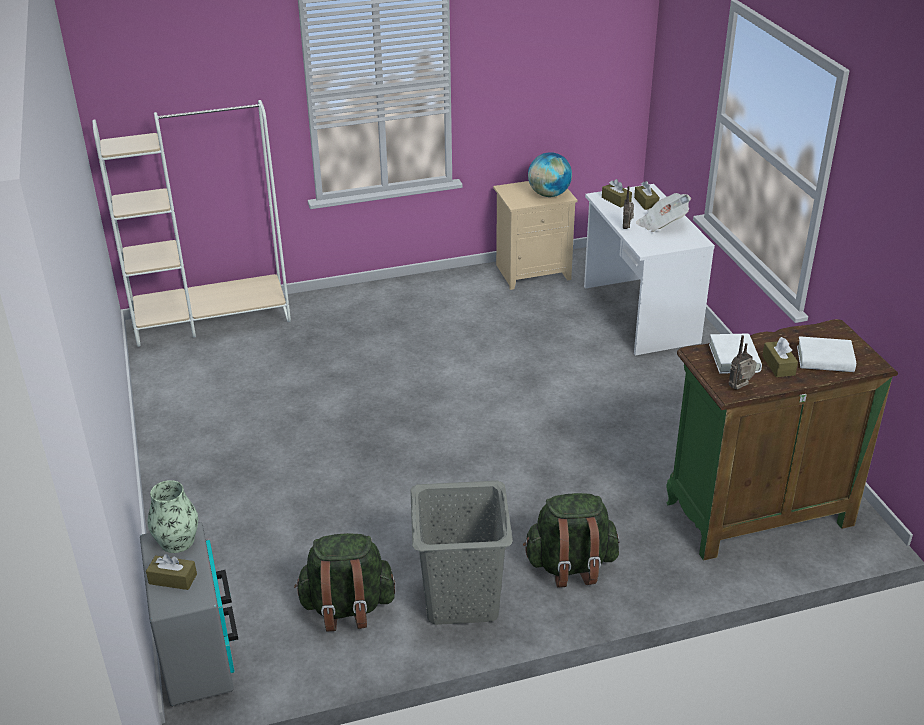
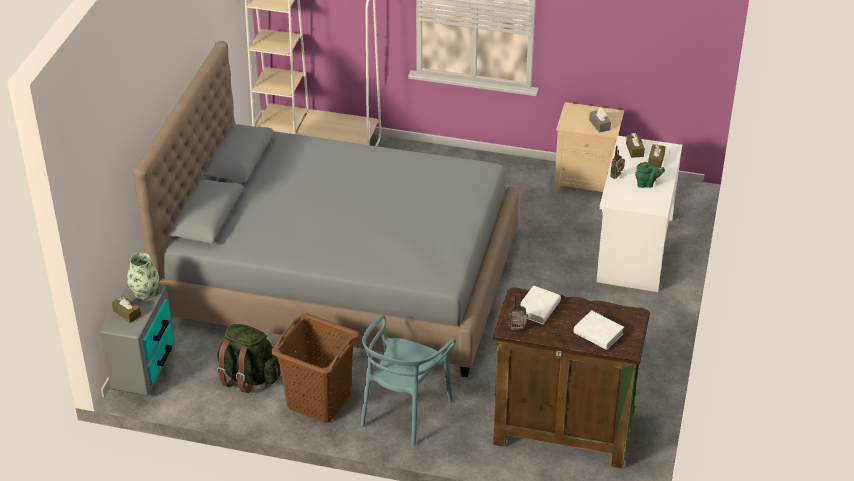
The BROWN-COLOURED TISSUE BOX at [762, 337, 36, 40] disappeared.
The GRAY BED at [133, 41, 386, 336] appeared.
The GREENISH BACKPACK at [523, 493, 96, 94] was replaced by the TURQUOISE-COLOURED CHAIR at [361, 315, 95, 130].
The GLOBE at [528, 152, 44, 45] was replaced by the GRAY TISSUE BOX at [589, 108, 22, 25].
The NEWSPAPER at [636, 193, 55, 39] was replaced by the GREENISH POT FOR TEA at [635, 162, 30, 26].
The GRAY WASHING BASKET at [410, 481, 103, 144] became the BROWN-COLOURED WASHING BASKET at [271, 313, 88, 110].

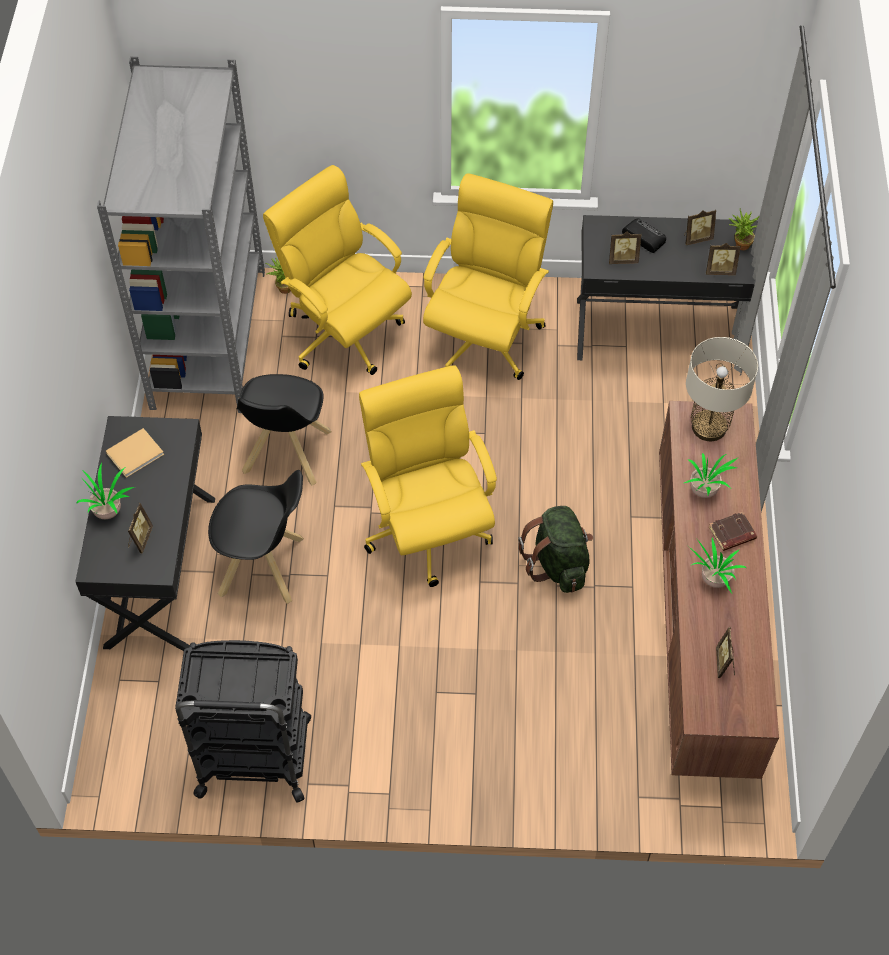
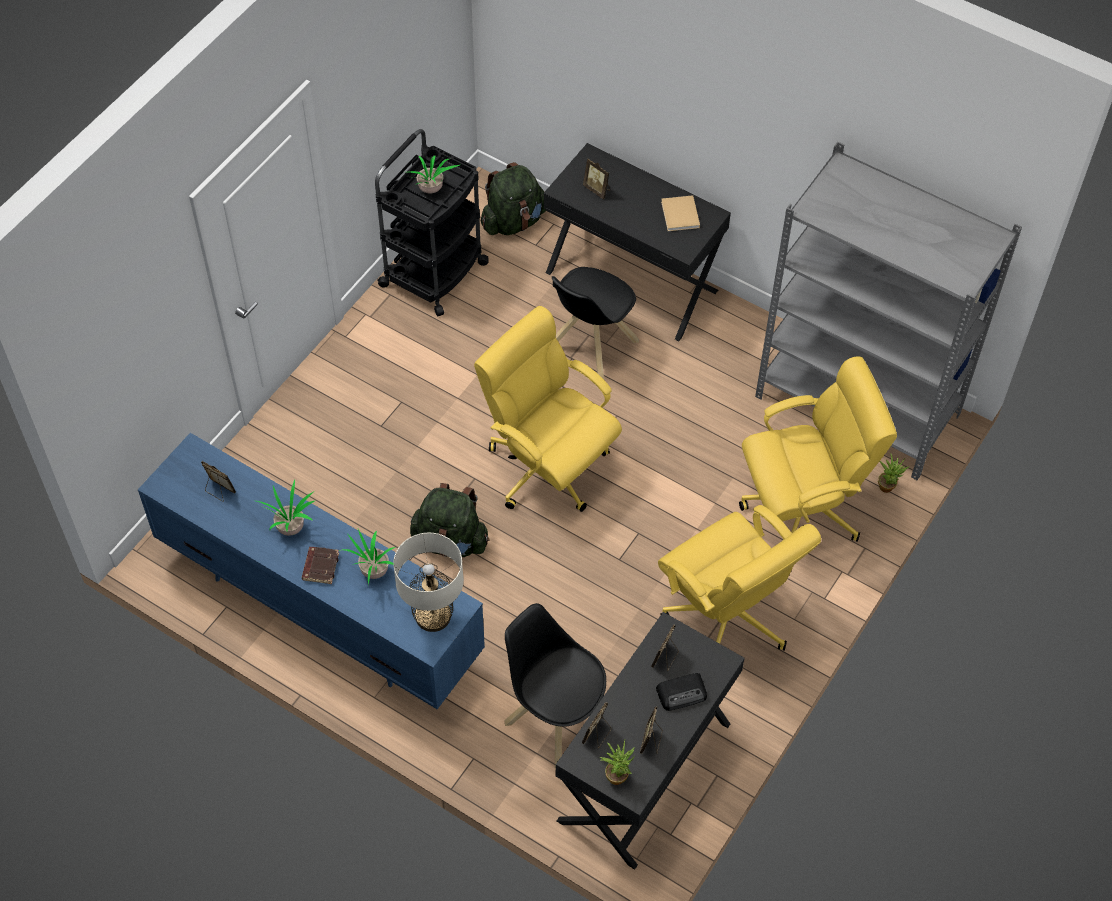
The GREENISH BACKPACK at [481, 162, 65, 73] appeared.
The PLANT IN A POT moved from [77, 462, 58, 57] to [408, 156, 51, 38].
The BLACKISH CHAIR moved from [237, 374, 95, 111] to [505, 603, 101, 165].
The BROWN-COLOURED CUPBOARD at [659, 401, 120, 378] became the BLUISH CUPBOARD at [138, 433, 347, 276].
The YELLOW-COLOURED DESK CHAIR at [359, 365, 138, 222] turned 150 degrees counterclockwise.

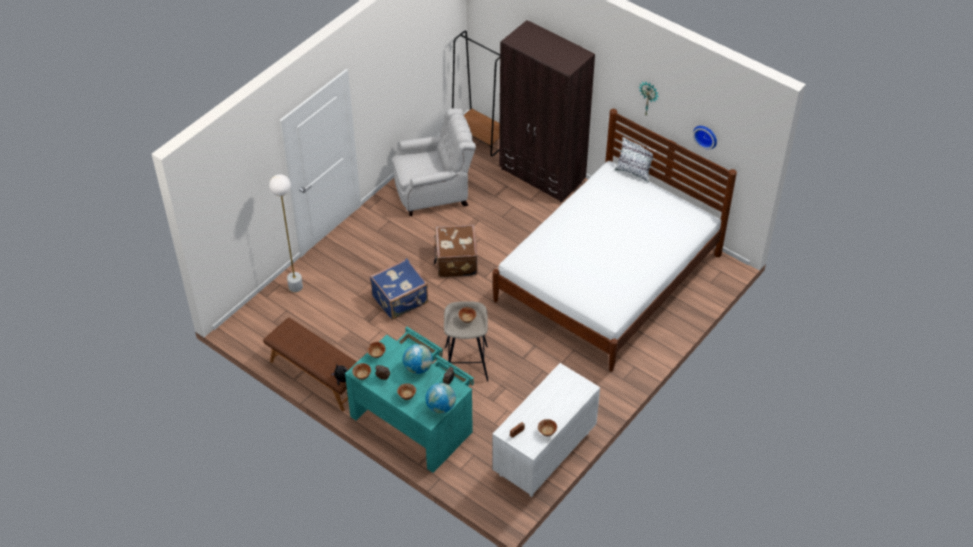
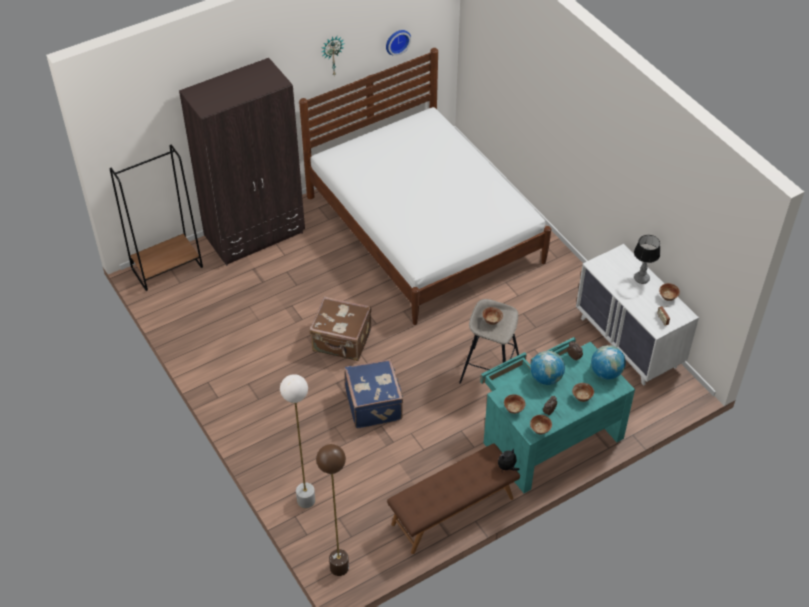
The WHITE ARMCHAIR at [393, 108, 83, 108] disappeared.
The WHITE PILLOW at [615, 137, 42, 45] disappeared.
The BROWN-COLOURED STANDARD LAMP at [316, 444, 33, 132] appeared.
The LAMP FOR A TABLE at [634, 235, 26, 49] appeared.

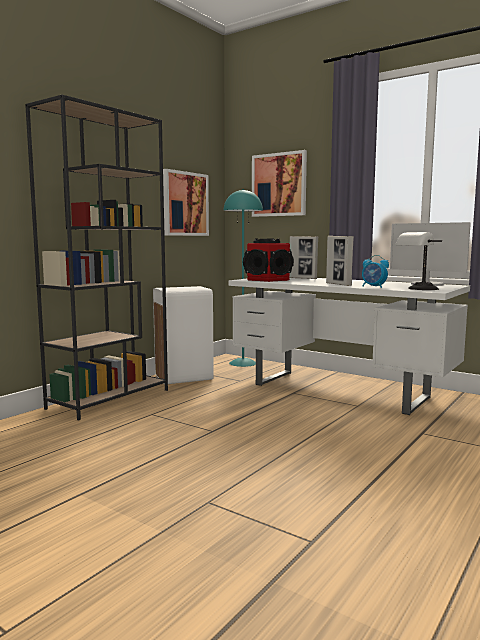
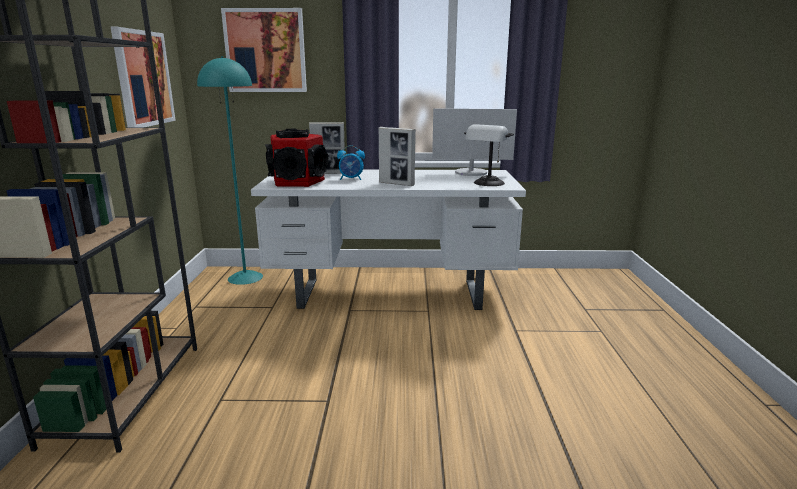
The WHITE WASTE BIN at [153, 286, 61, 98] disappeared.
The ALARM CLOCK moved from [362, 255, 27, 33] to [337, 145, 28, 35].

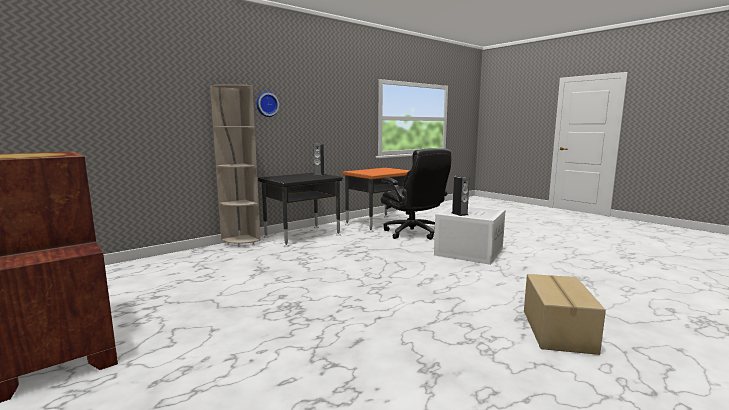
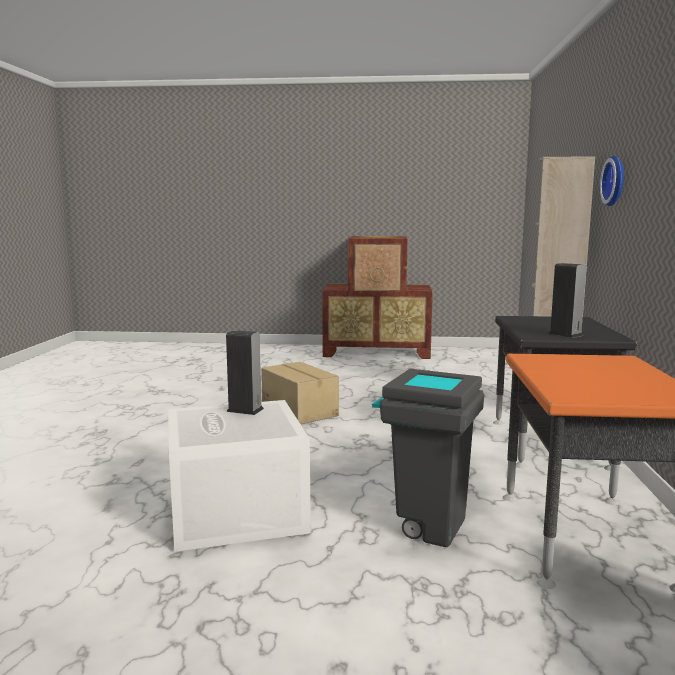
The CARDBOARD BOX moved from [524, 274, 82, 81] to [261, 362, 78, 62].
The BLACKISH DESK CHAIR at [381, 148, 70, 92] was replaced by the GRAY WASTE BIN at [372, 369, 112, 178].

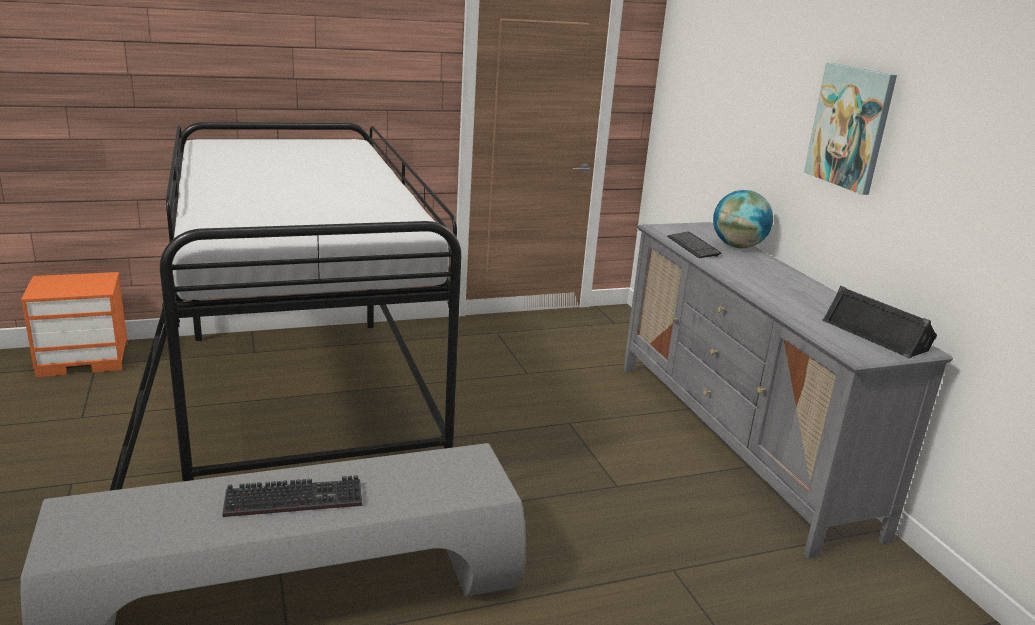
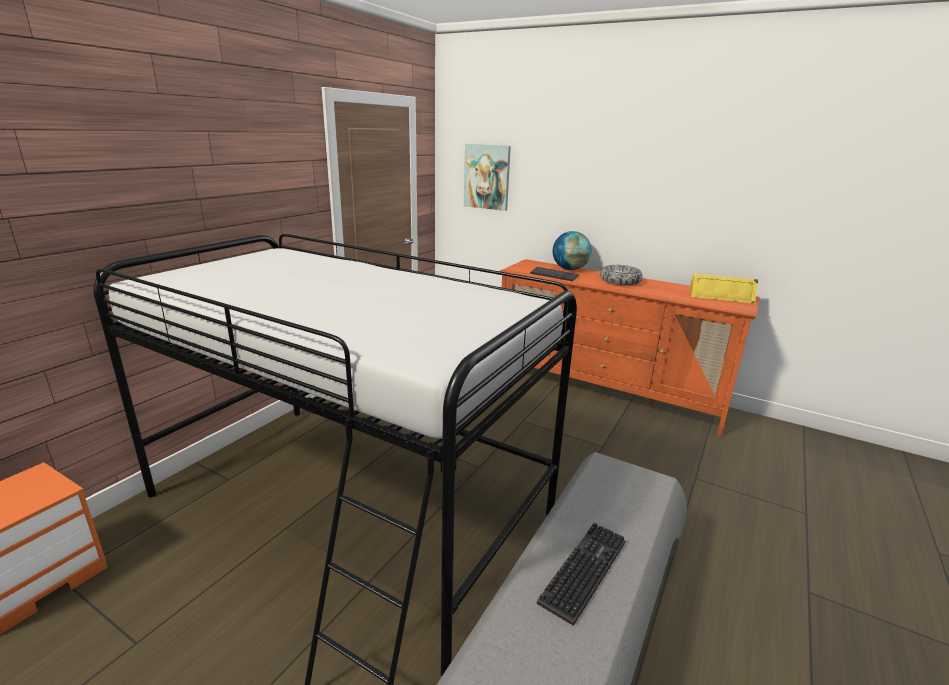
The DEEP DISH at [600, 265, 43, 21] appeared.
The WALL PICTURE moved from [804, 63, 93, 132] to [464, 144, 47, 67].
The GRAY CHEST OF DRAWERS at [624, 222, 329, 336] became the ORANGEY CHEST OF DRAWERS at [500, 259, 260, 178].
The BLACKISH LOUDSPEAKER at [822, 286, 115, 72] became the YELLOW-COLOURED LOUDSPEAKER at [690, 274, 68, 30].

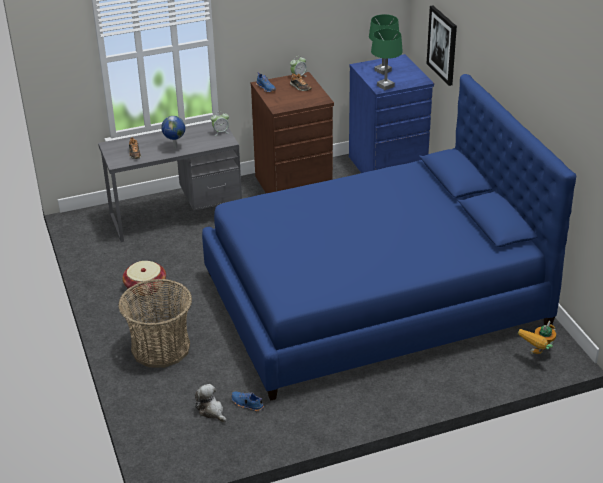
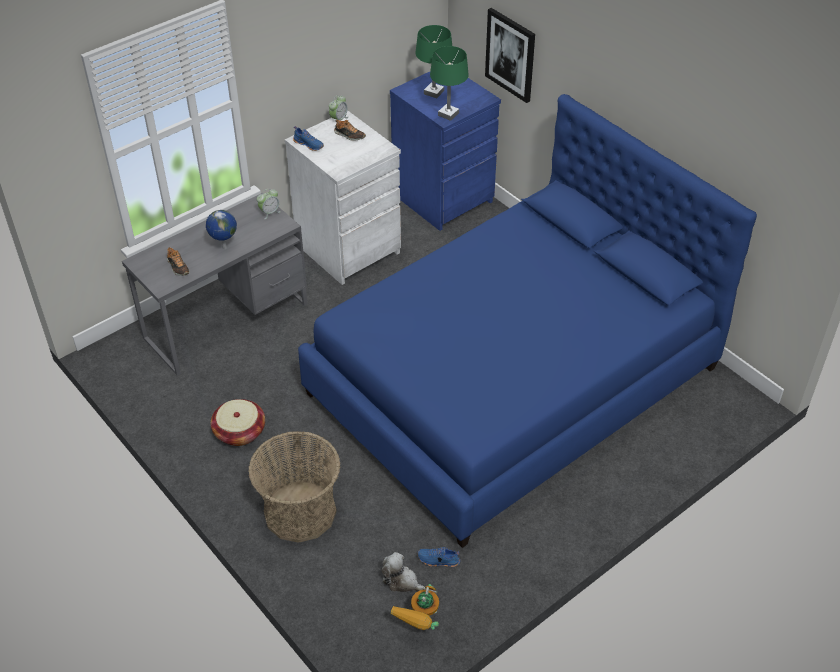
The ROBOT FIGURE moved from [518, 321, 38, 33] to [391, 584, 48, 46].
The BROWN-COLOURED CHEST OF DRAWERS at [251, 72, 83, 121] became the WHITE CHEST OF DRAWERS at [285, 110, 116, 175].

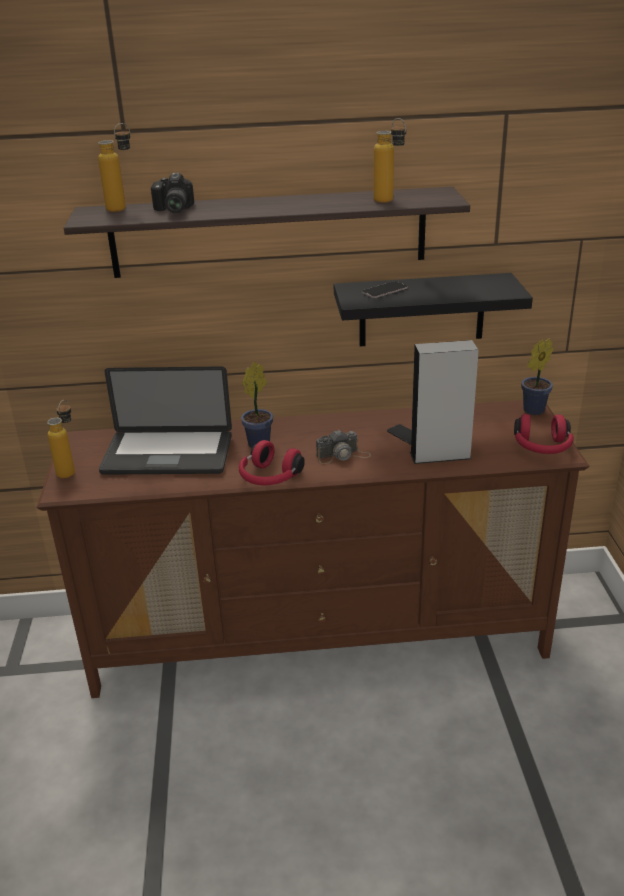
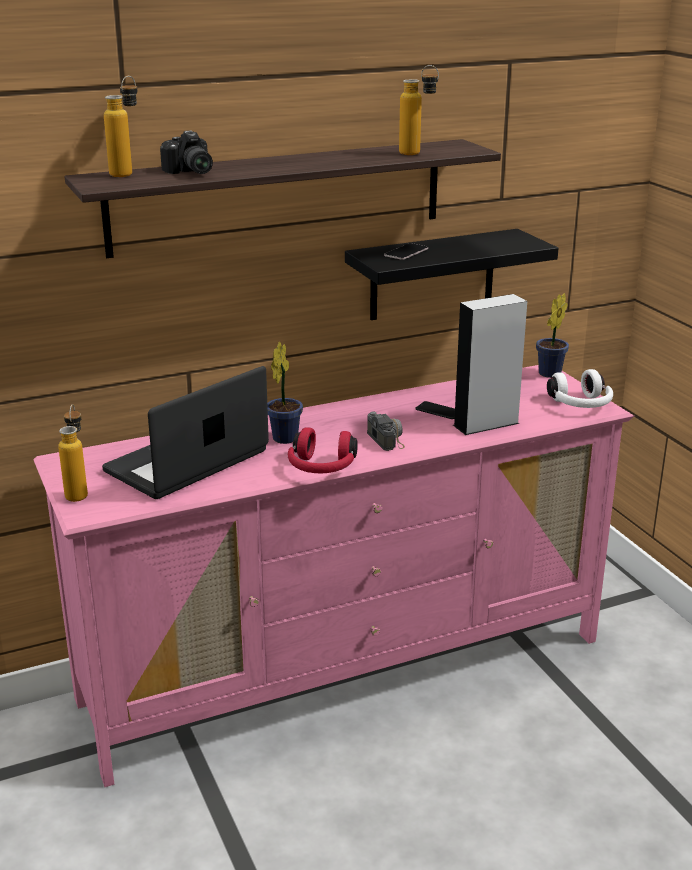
The BROWN-COLOURED CHEST OF DRAWERS at [36, 400, 554, 298] became the PINKISH CHEST OF DRAWERS at [33, 365, 601, 422].
The RED-COLOURED HEADSET at [514, 414, 60, 40] became the WHITE HEADSET at [547, 369, 66, 39].
The LAPTOP at [99, 366, 133, 109] turned 150 degrees clockwise.
The PHOTO CAMERA at [316, 430, 55, 34] turned 75 degrees counterclockwise.

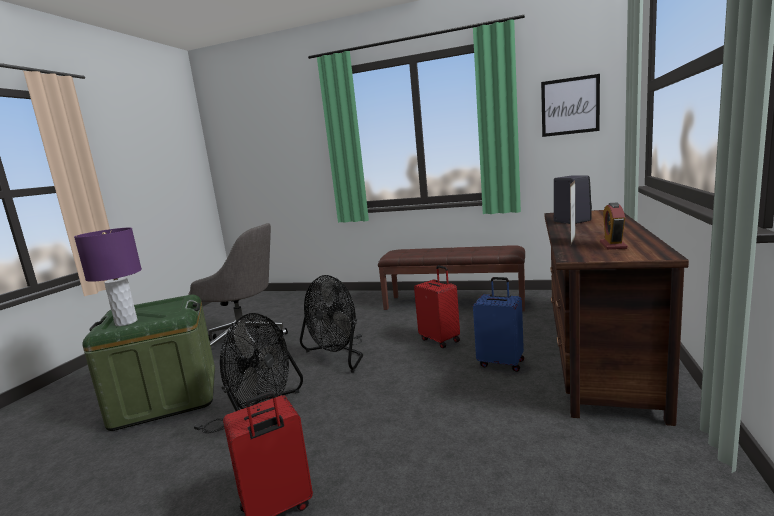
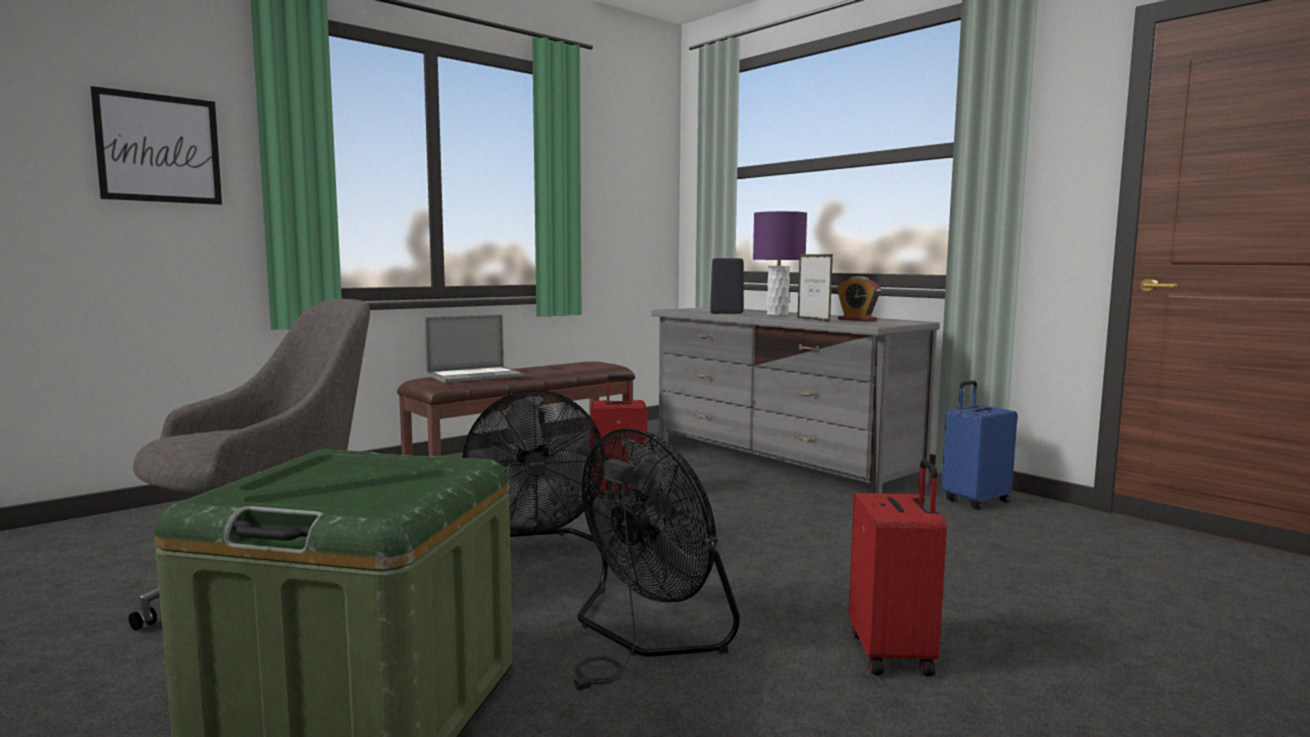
The LAPTOP at [425, 314, 100, 69] appeared.
The PURPLE LAMP FOR A TABLE moved from [74, 228, 68, 98] to [753, 211, 54, 105].
The BLUISH TRAVEL CASE moved from [473, 277, 51, 95] to [942, 381, 75, 129].
The WALL PICTURE moved from [541, 74, 59, 63] to [90, 86, 132, 119].
The BROWN-COLOURED CHEST OF DRAWERS at [544, 210, 145, 216] became the GRAY CHEST OF DRAWERS at [651, 307, 289, 187].

